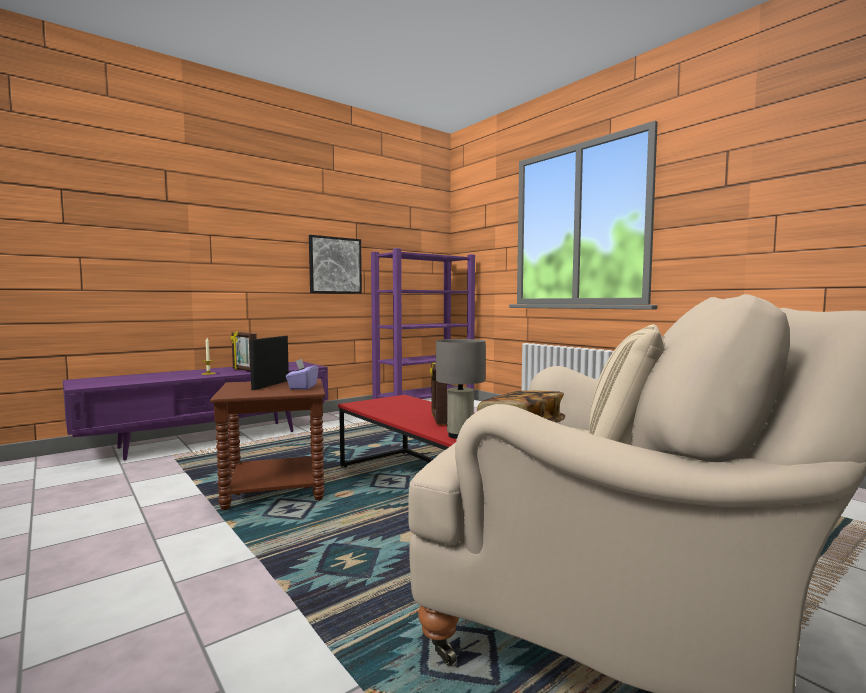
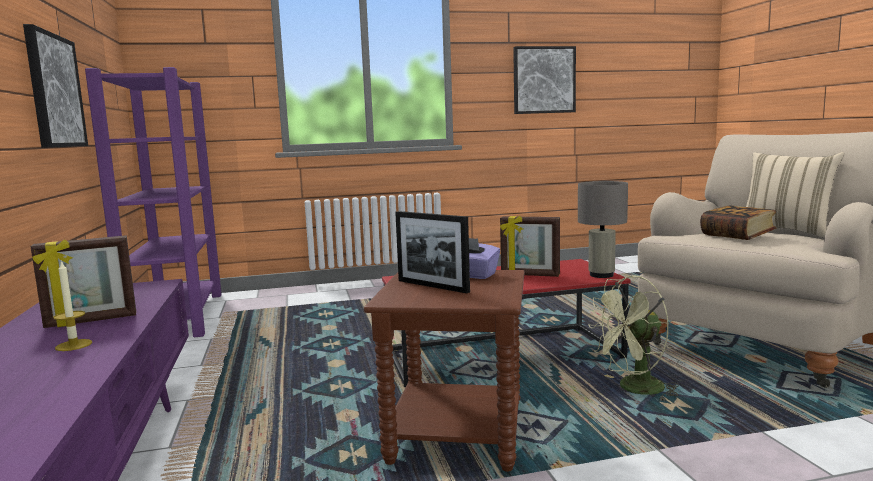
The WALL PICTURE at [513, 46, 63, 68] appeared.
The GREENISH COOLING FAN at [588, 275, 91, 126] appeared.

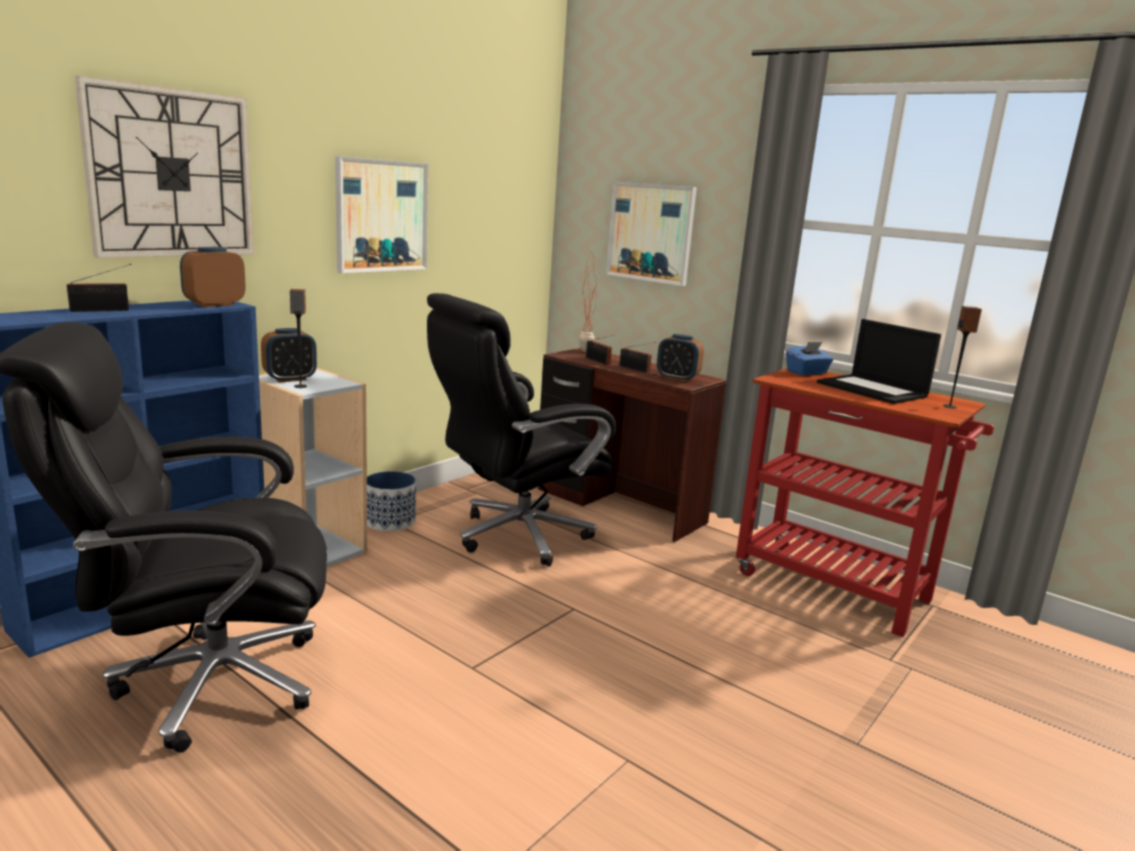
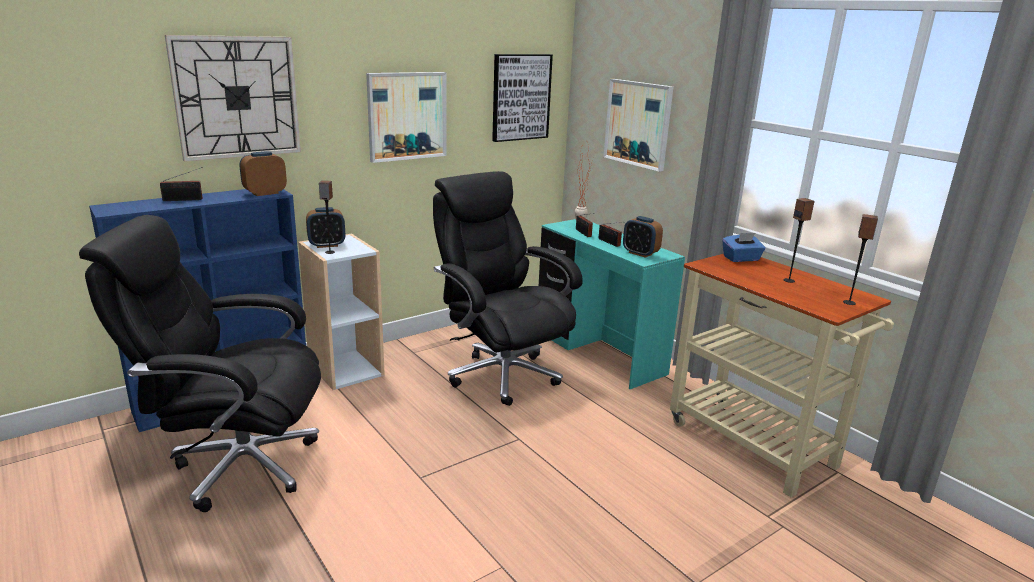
The FLOWER POT at [367, 471, 49, 61] disappeared.
The WALL PICTURE at [492, 54, 61, 88] appeared.
The LAPTOP at [817, 319, 124, 85] was replaced by the LOUDSPEAKER at [784, 198, 31, 85].
The BROWN-COLOURED DESK UNIT at [538, 348, 189, 194] became the TURQUOISE-COLOURED DESK UNIT at [539, 219, 146, 171].
The RED-COLOURED WHEELED CART at [736, 368, 258, 269] became the SAND-COLOURED WHEELED CART at [670, 254, 224, 244].
The BLACKISH DESK CHAIR at [427, 293, 189, 273] turned 75 degrees clockwise.

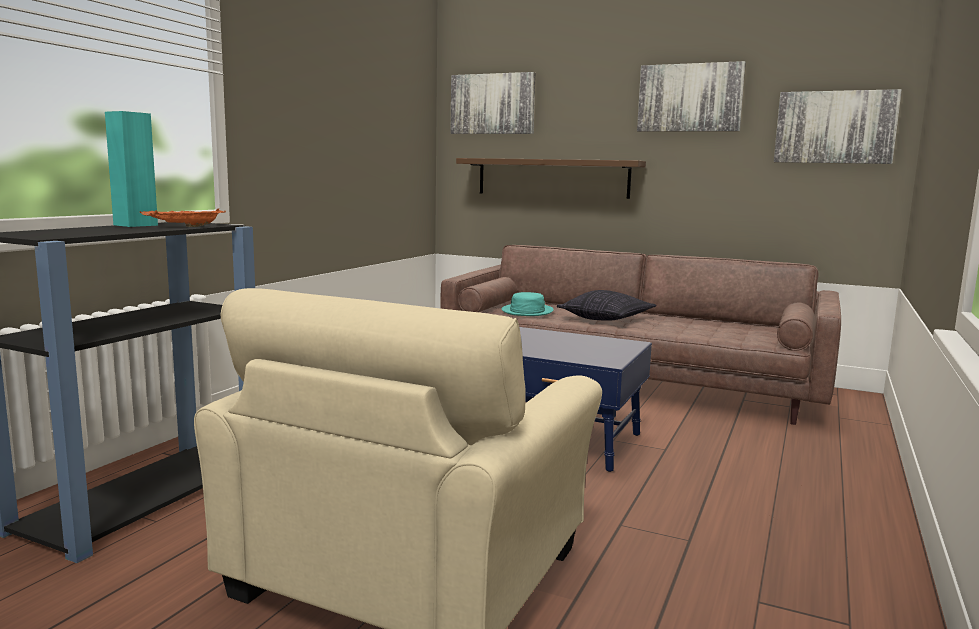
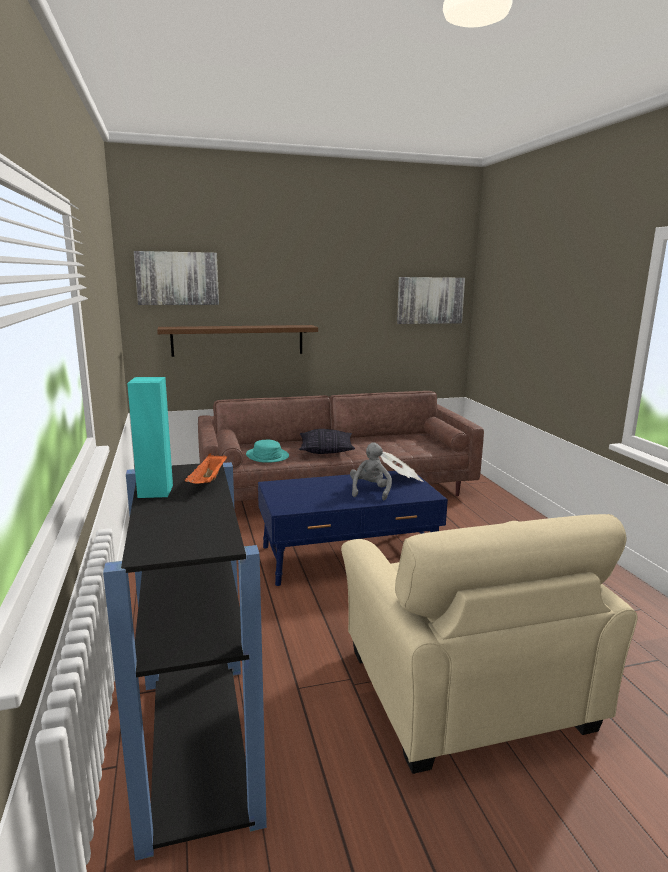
The WALL PICTURE at [637, 61, 109, 71] disappeared.
The GRAY PLUSH TOY at [350, 442, 42, 59] appeared.
The NEWSPAPER at [381, 452, 43, 30] appeared.

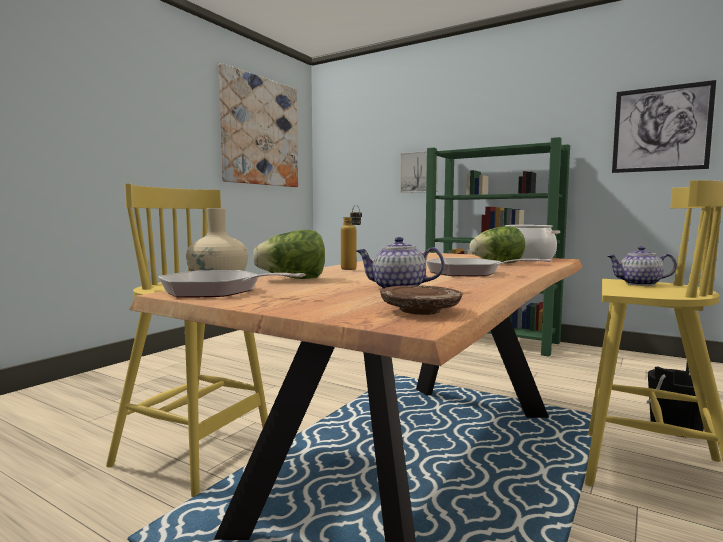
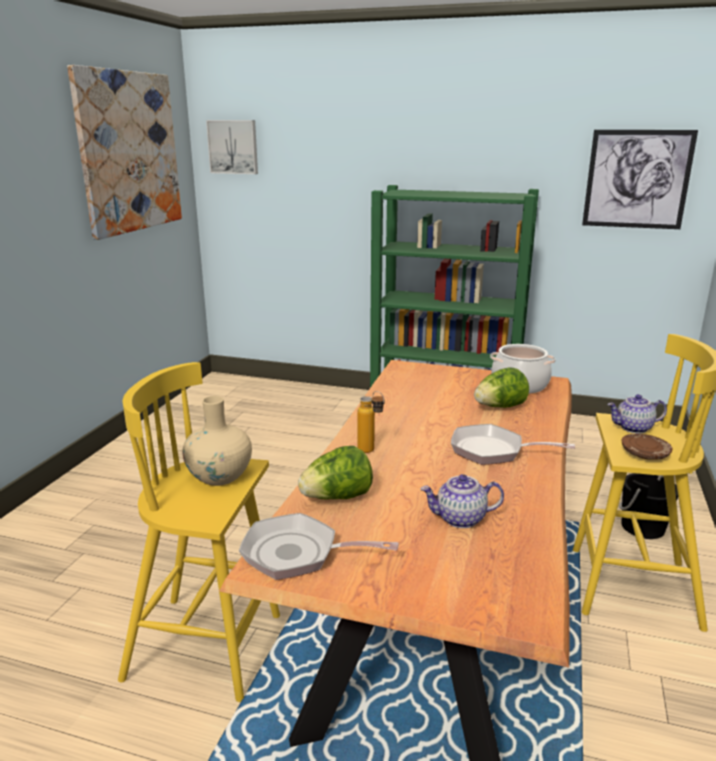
The BROWN-COLOURED DINNER PLATE moved from [380, 285, 82, 30] to [622, 434, 51, 25].
The WALL PICTURE moved from [400, 151, 38, 42] to [206, 120, 52, 54].

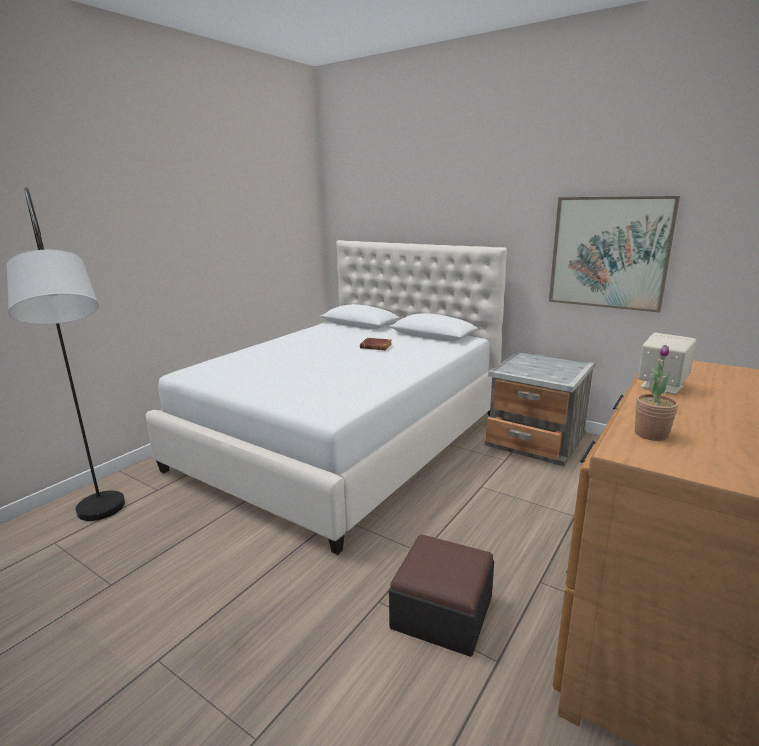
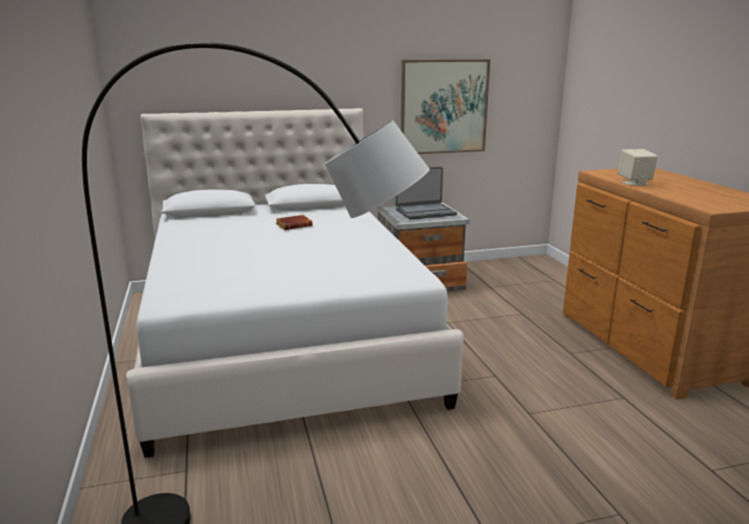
The FOOTREST at [389, 534, 105, 123] disappeared.
The PLANT IN A POT at [635, 345, 43, 96] disappeared.
The LAPTOP at [395, 167, 62, 53] appeared.

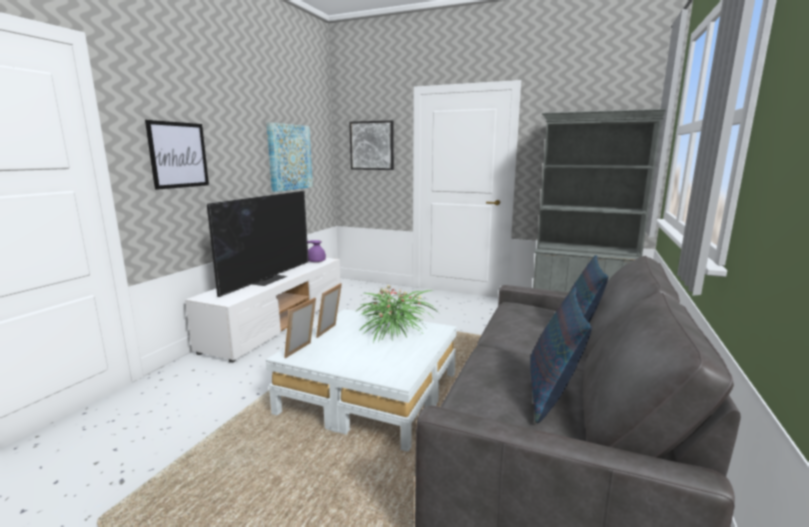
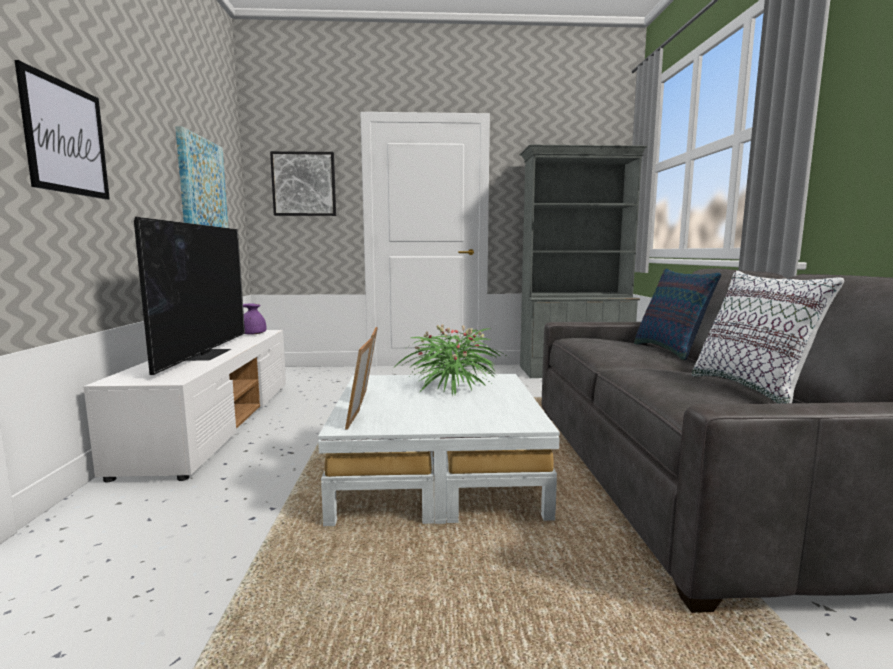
The BLUISH PILLOW at [530, 287, 62, 136] became the WHITE PILLOW at [692, 271, 152, 133].

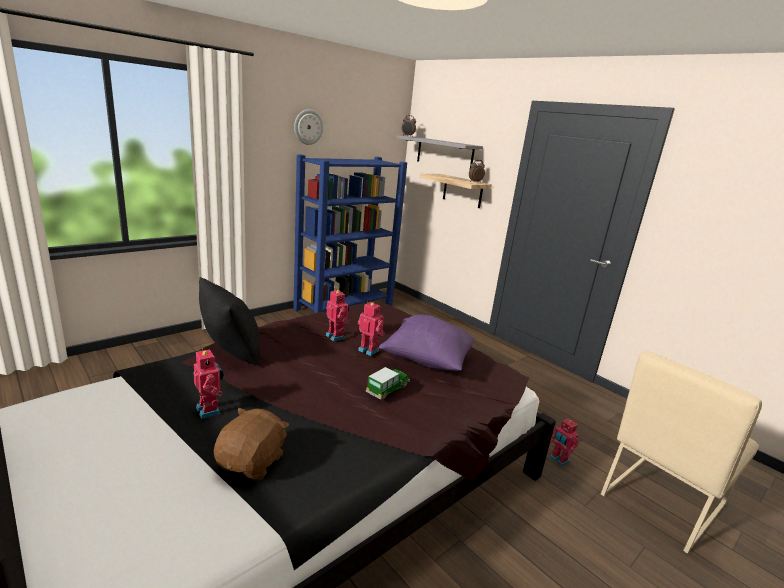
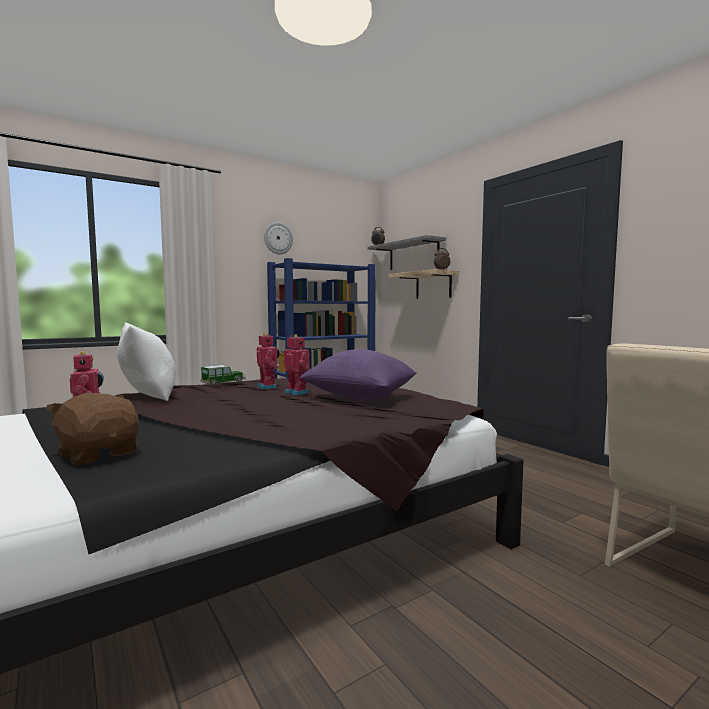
The ROBOT FIGURE at [550, 418, 28, 49] disappeared.
The TOY CAR moved from [366, 367, 44, 33] to [201, 365, 45, 21].
The BLACKISH PILLOW at [199, 277, 62, 89] became the WHITE PILLOW at [117, 323, 59, 78].
The BROWN-COLOURED PLUSH TOY at [214, 408, 75, 72] turned 75 degrees counterclockwise.

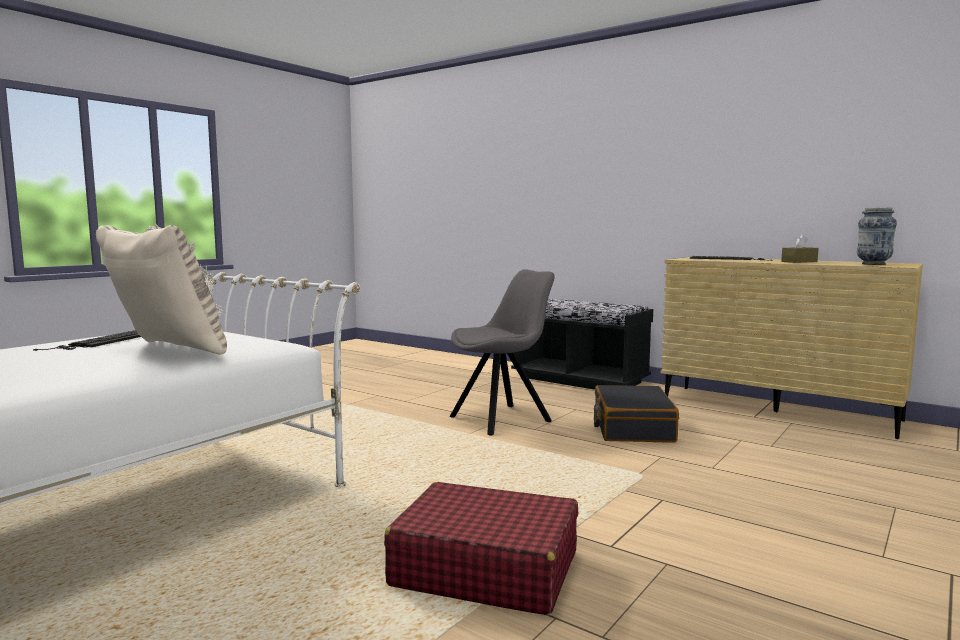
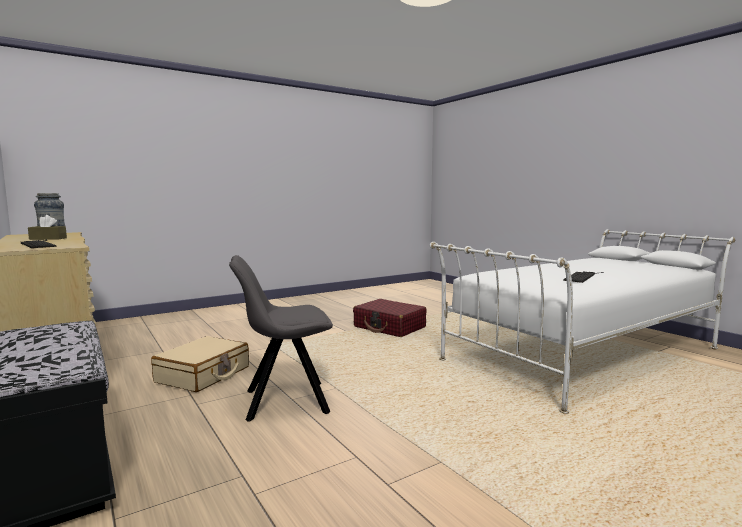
The SAND-COLOURED PILLOW at [96, 225, 131, 129] disappeared.
The BLACKISH TRAVEL CASE at [594, 385, 85, 58] became the SAND-COLOURED TRAVEL CASE at [151, 336, 98, 56].

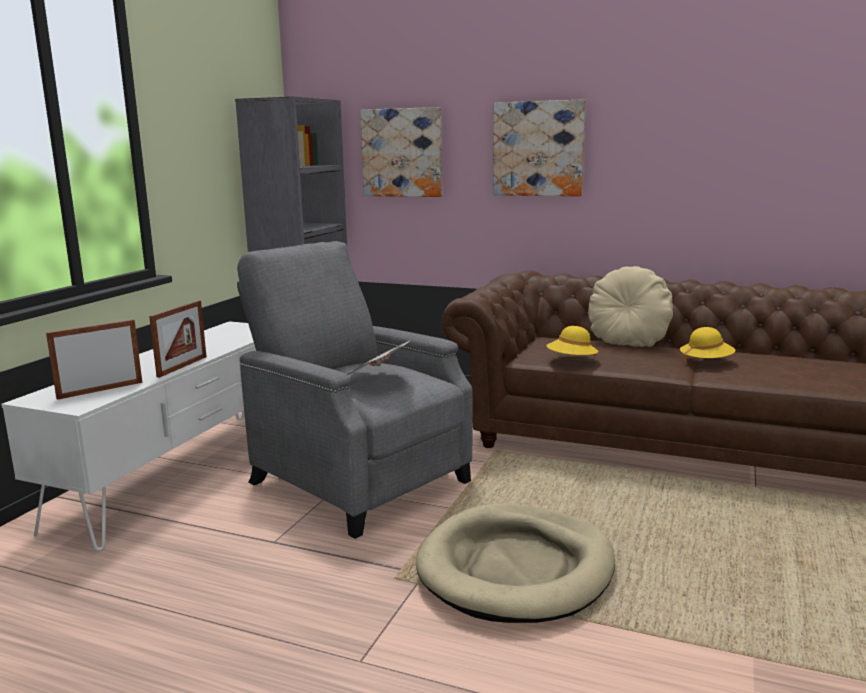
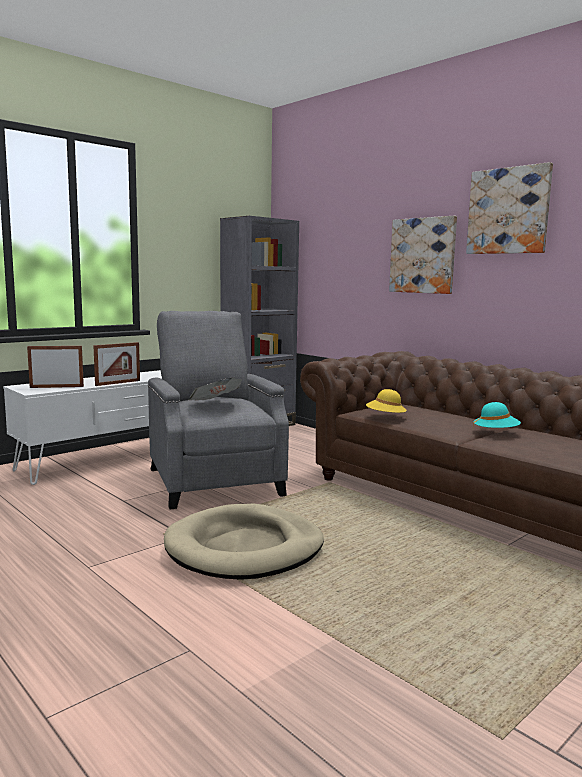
The SAND-COLOURED PILLOW at [588, 266, 85, 81] disappeared.
The WALL PICTURE moved from [360, 107, 82, 90] to [466, 162, 87, 92].
The YELLOW-COLOURED WEARABLE HAT at [680, 327, 56, 37] became the TURQUOISE-COLOURED WEARABLE HAT at [473, 402, 48, 26].

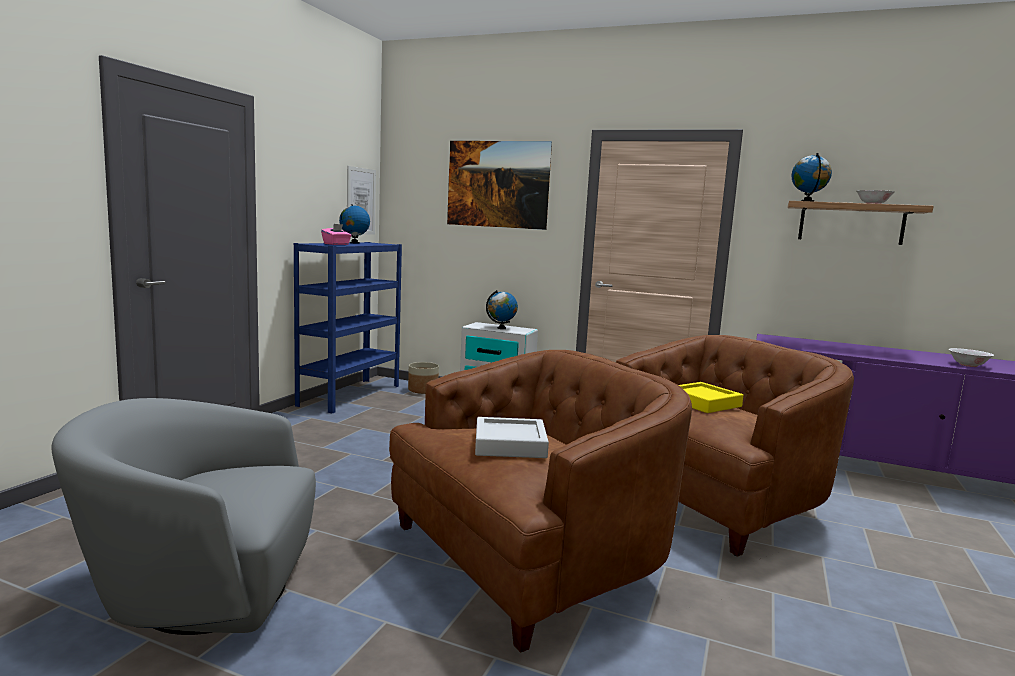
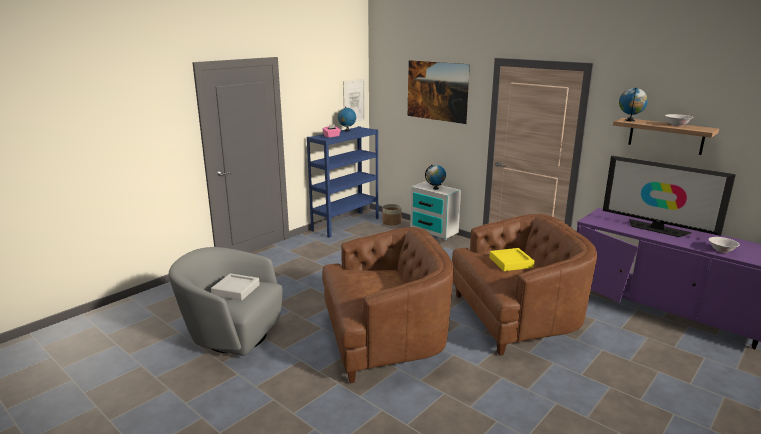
The TV SET at [603, 156, 133, 81] appeared.
The GRAY SERVING TRAY moved from [475, 417, 74, 41] to [211, 273, 49, 28].

